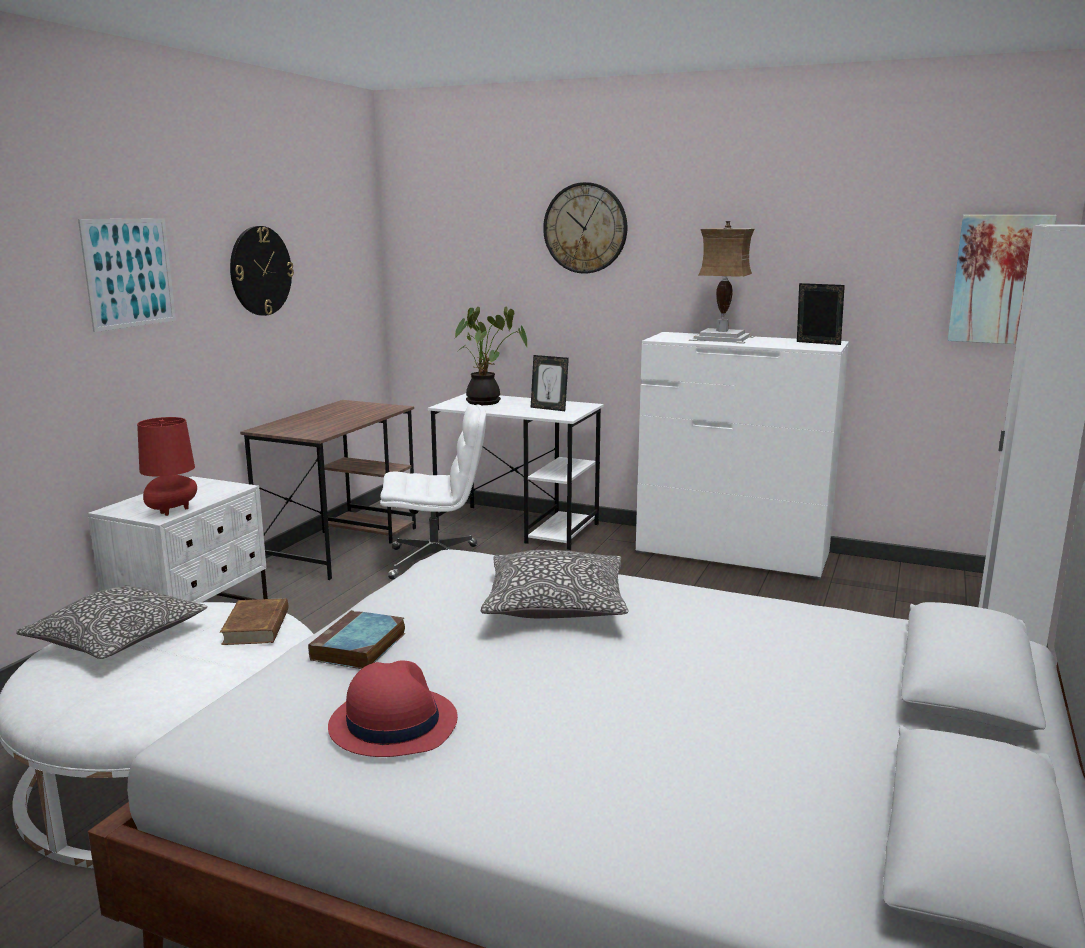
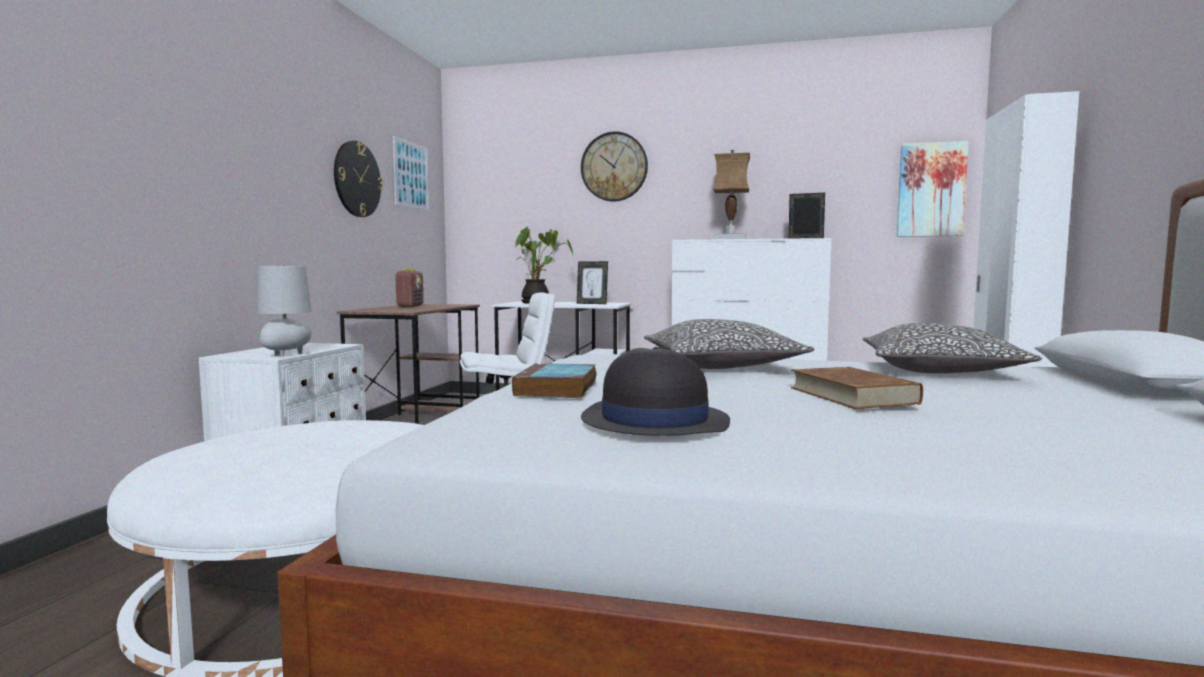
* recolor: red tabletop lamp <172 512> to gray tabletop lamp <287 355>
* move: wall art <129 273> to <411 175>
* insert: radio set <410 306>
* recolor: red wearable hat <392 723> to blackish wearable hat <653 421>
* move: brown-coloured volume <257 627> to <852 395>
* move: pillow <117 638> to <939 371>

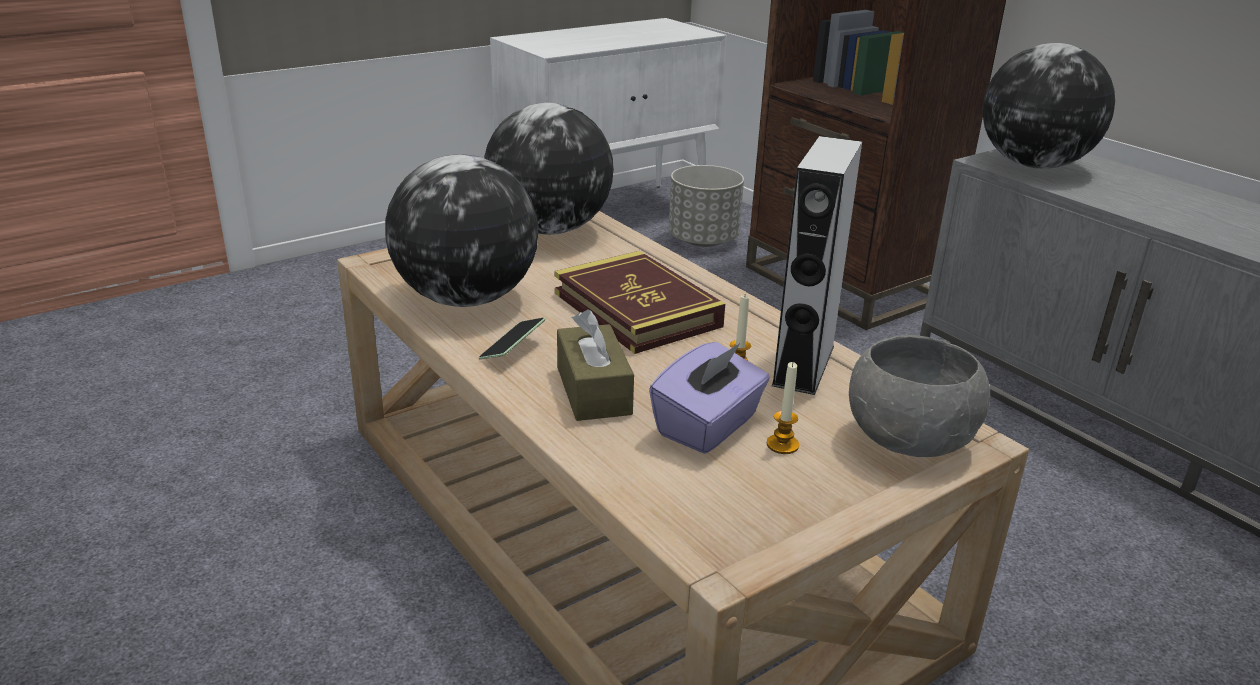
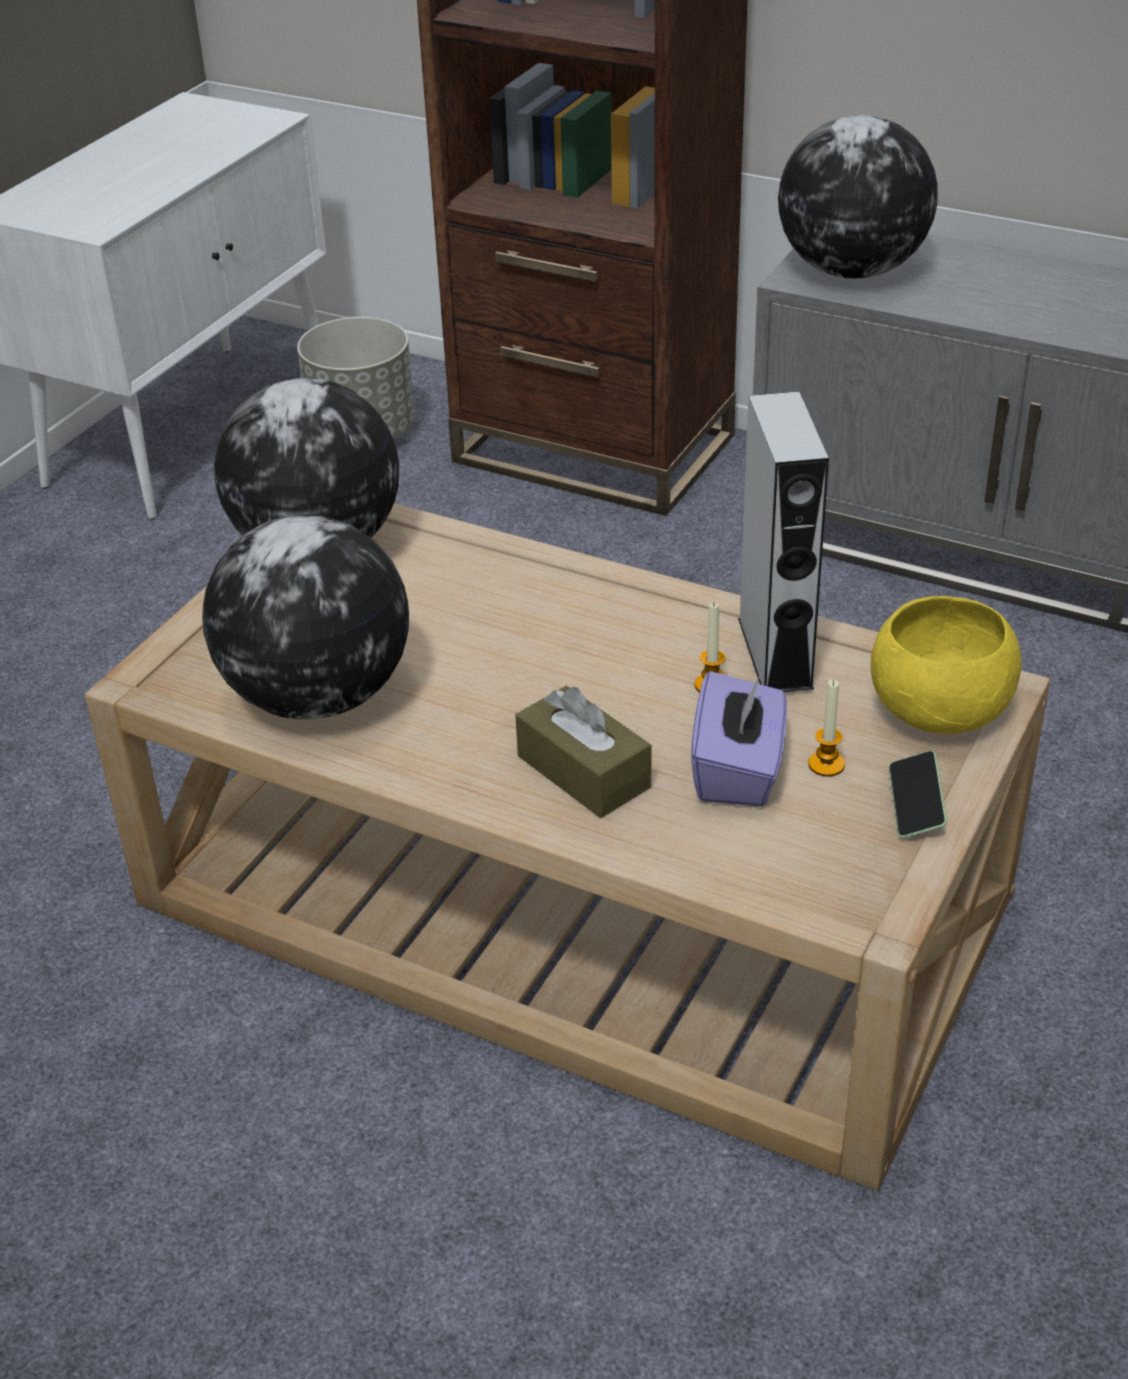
* recolor: gray bowl <910 439> to yellow-coloured bowl <941 709>
* move: telephone <512 348> to <915 805>
* delete: volume <636 310>

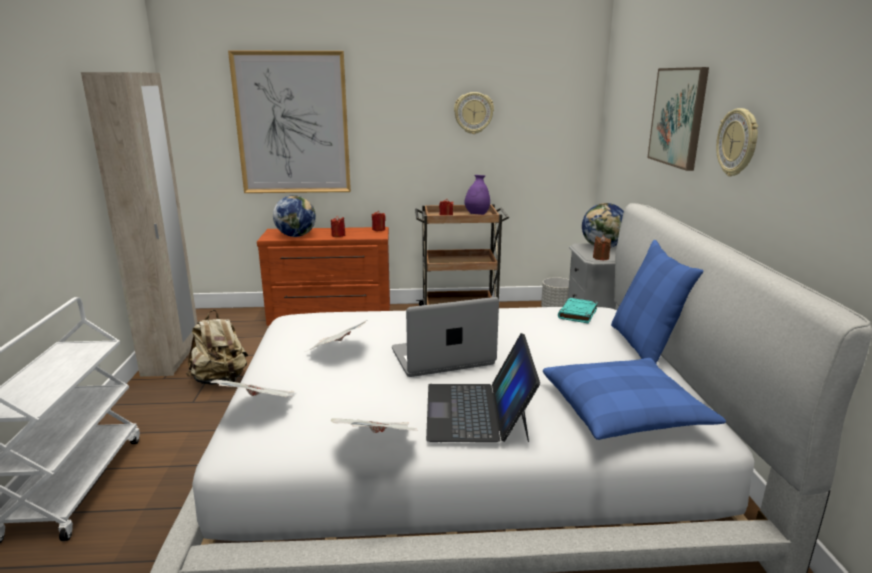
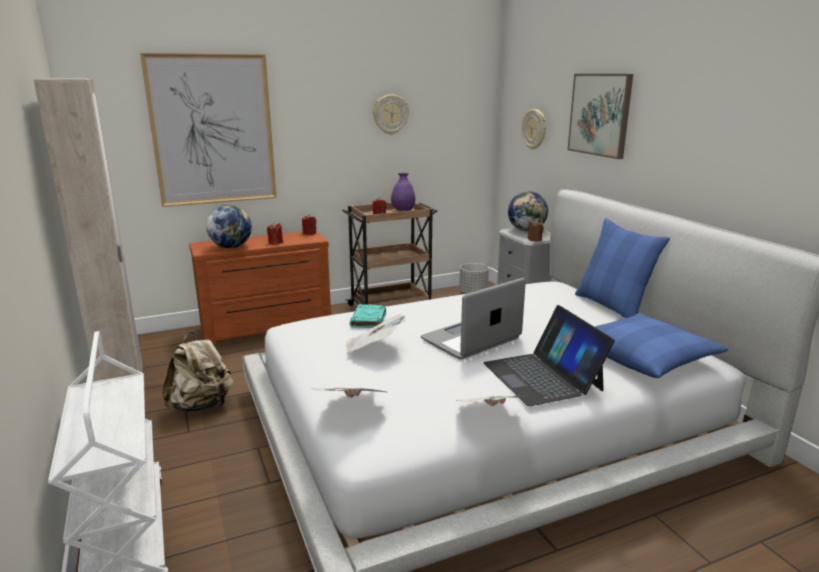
* move: blue-green volume <577 314> to <369 320>
* move: wall clock <738 142> to <534 129>

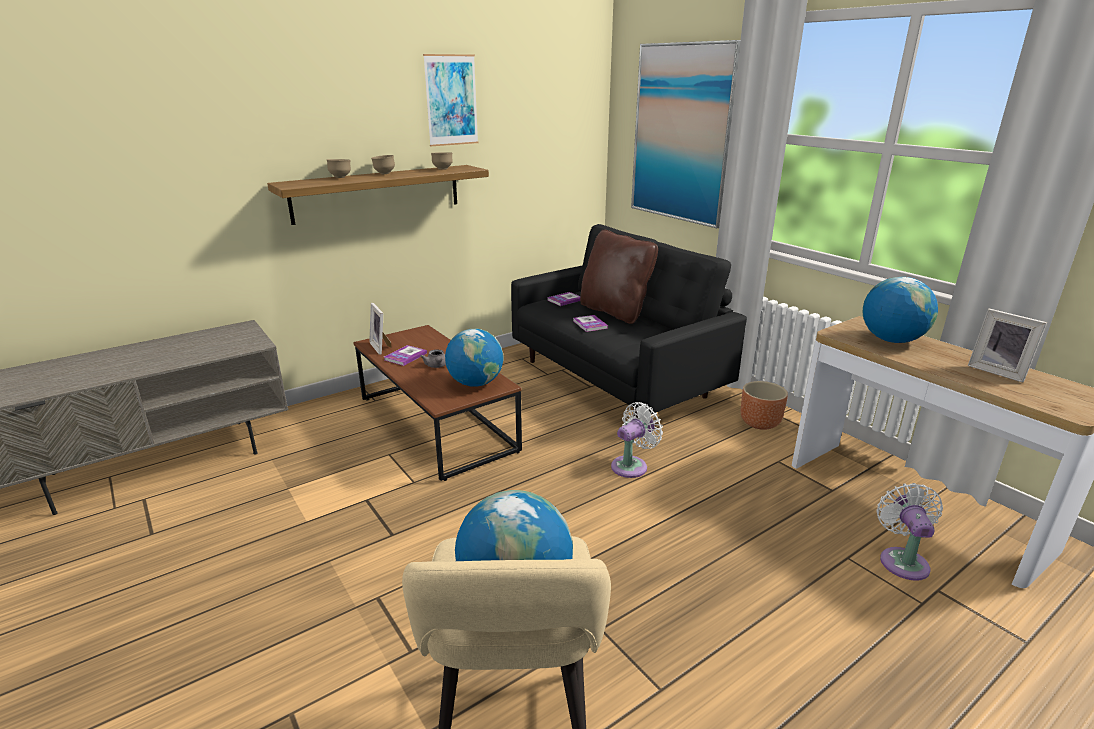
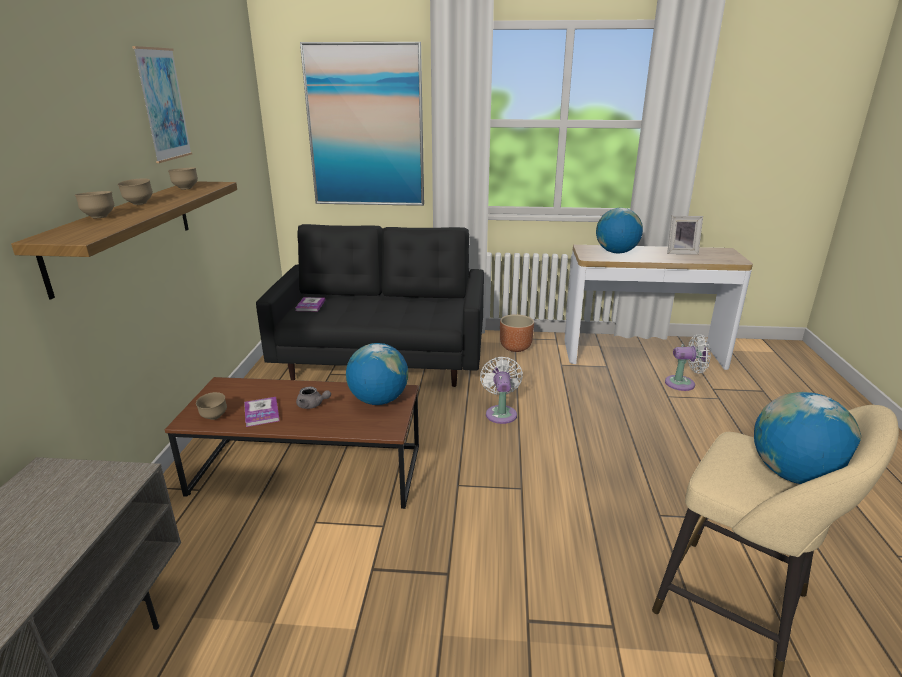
* replace: photo frame <382 347> to brown-coloured bowl <214 417>
* rotate: white-coloured fan <902 560> = <683 383> 135 degrees clockwise
* delete: volume <590 324>
* delete: brown-coloured pillow <615 311>

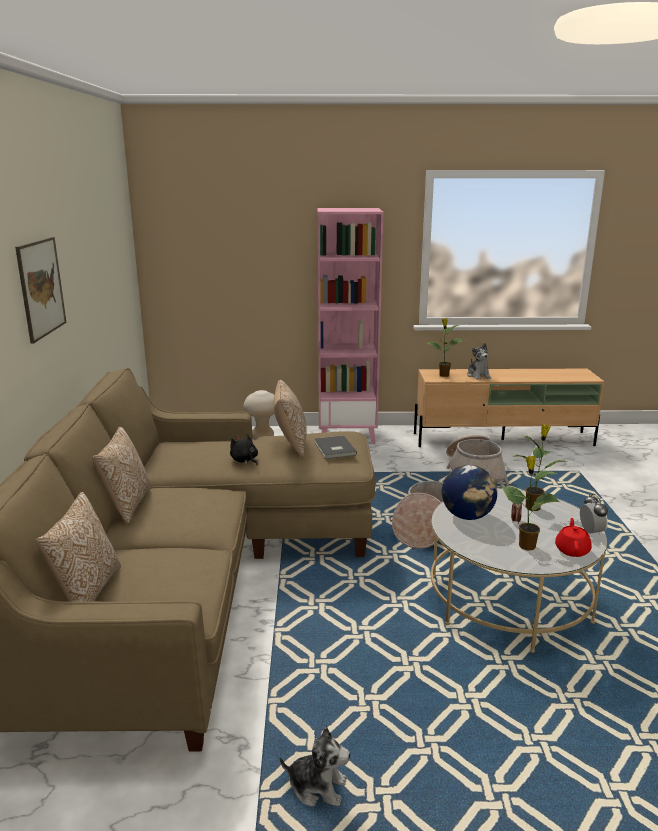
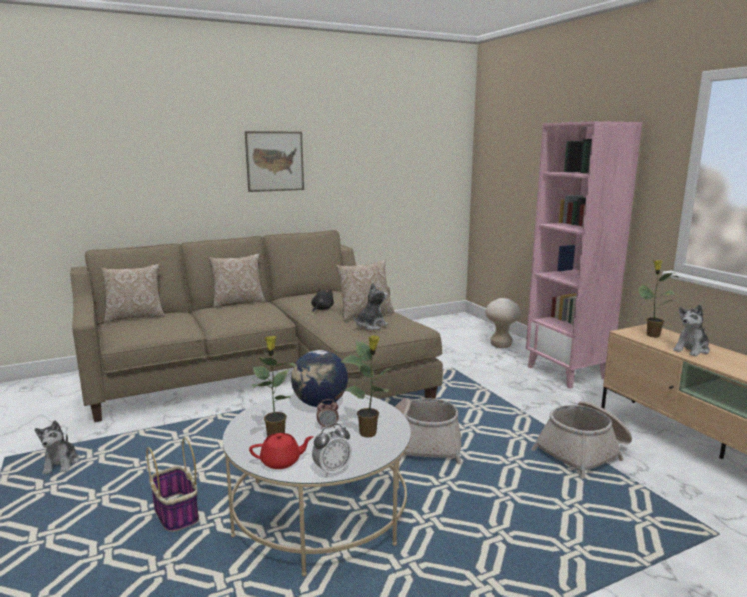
* insert: storage basket <175 513>
* replace: gray volume <334 449> to plush toy <370 326>

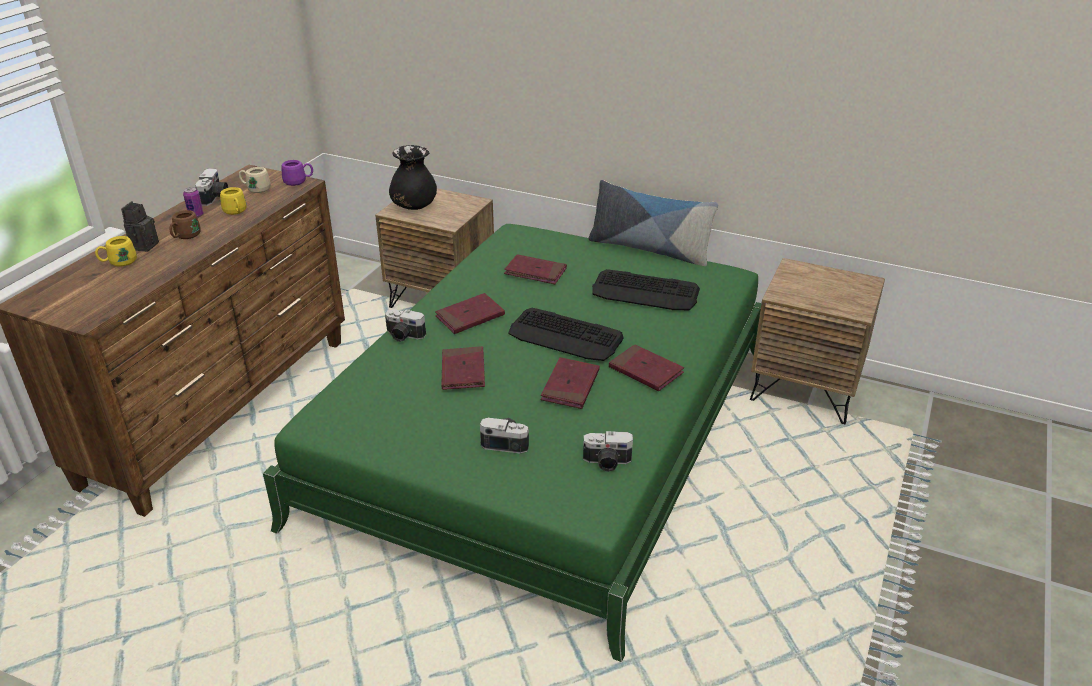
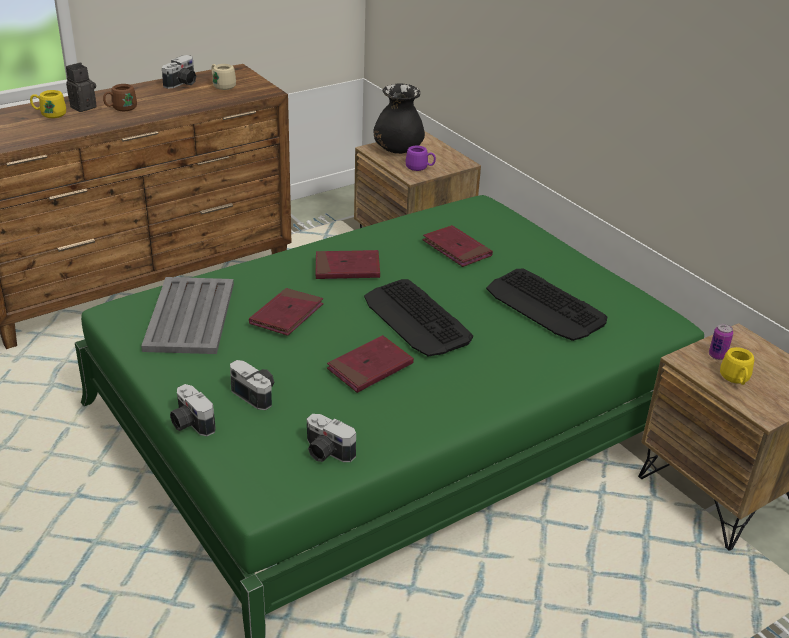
* insert: gray tray <189 317>
* move: photo camera <404 336> to <190 423>
* move: purple tea mug <299 182> to <420 168>
* move: metal can <196 215> to <717 355>
* move: yellow-coloured tea mug <236 212> to <735 379>
* delete: pillow <649 249>
* delete: red volume <645 371>

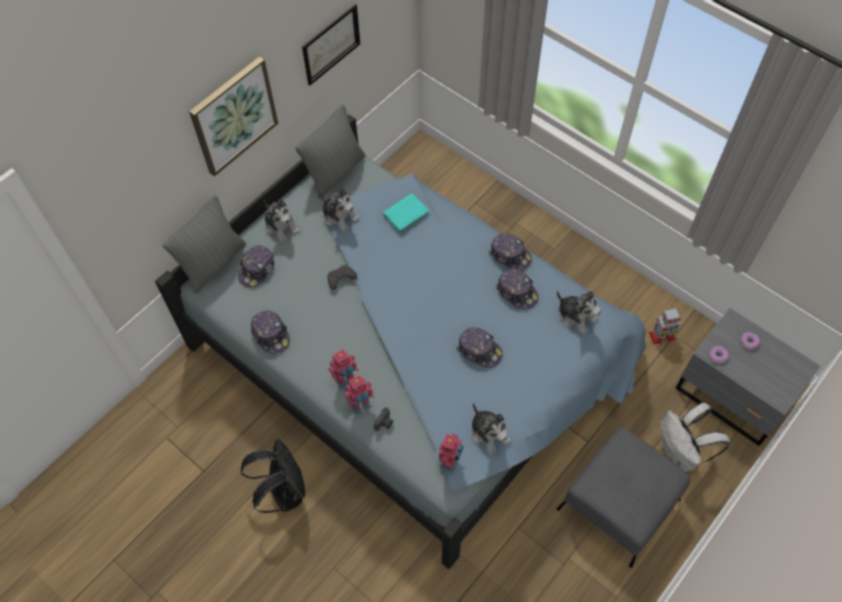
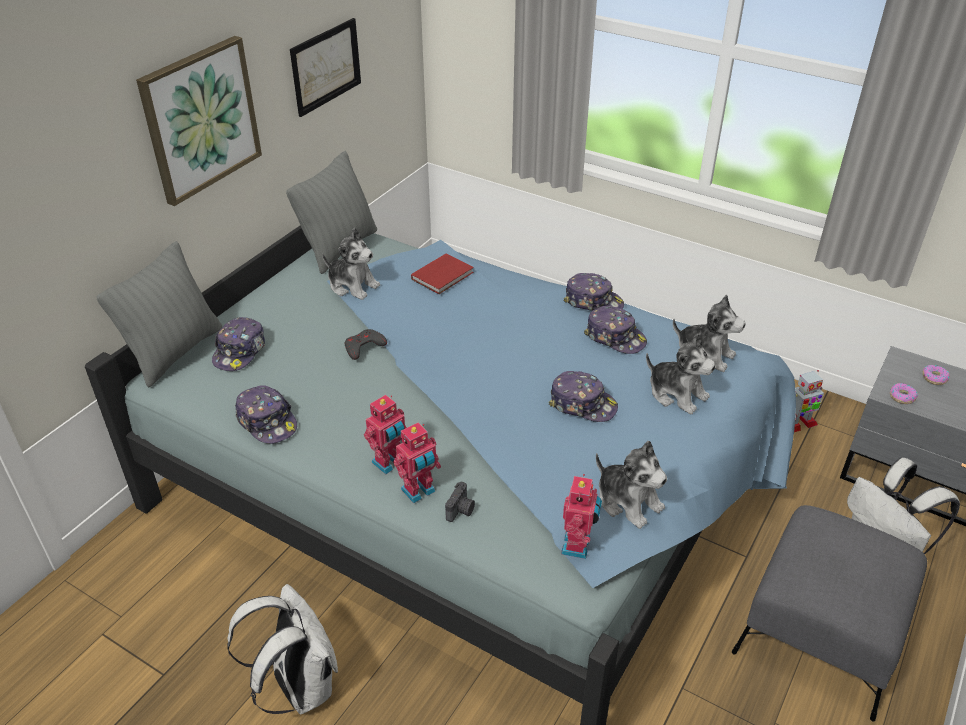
* recolor: blackish rucksack <283 491> to white-coloured rucksack <298 686>
* recolor: blue-green volume <407 214> to red volume <444 275>
* move: plush toy <281 226> to <677 394>

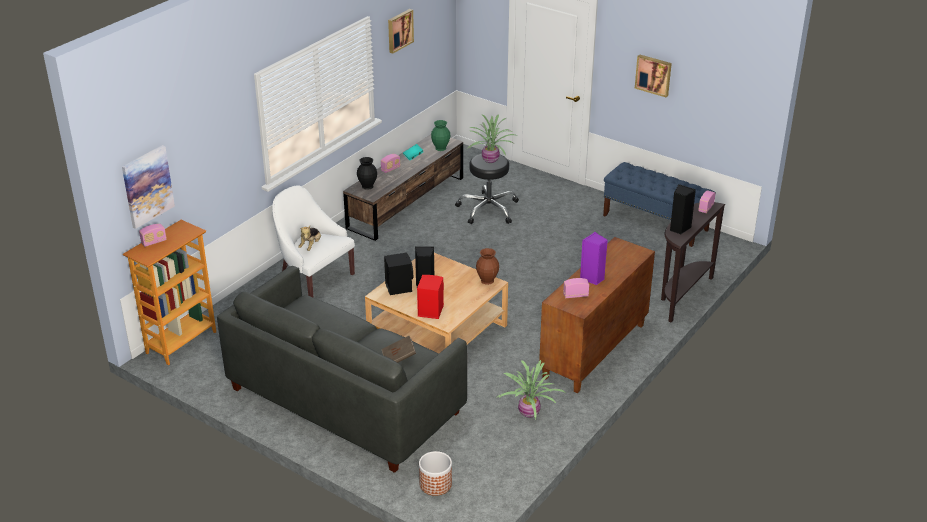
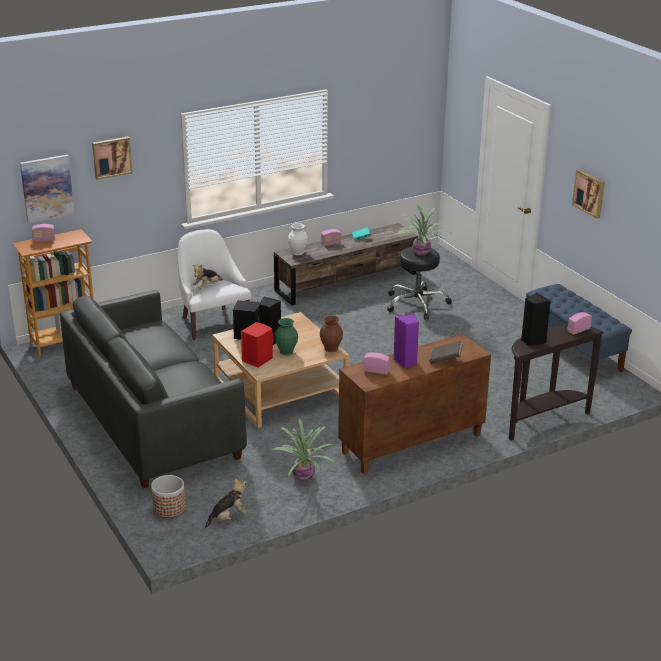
* move: wall art <399 30> to <111 157>
* insert: plush toy <228 517>
* move: green-coloured vase <441 148> to <287 351>
* recolor: blackish vase <368 186> to white-coloured vase <298 252>
* move: brown-coloured volume <399 358> to <445 359>

